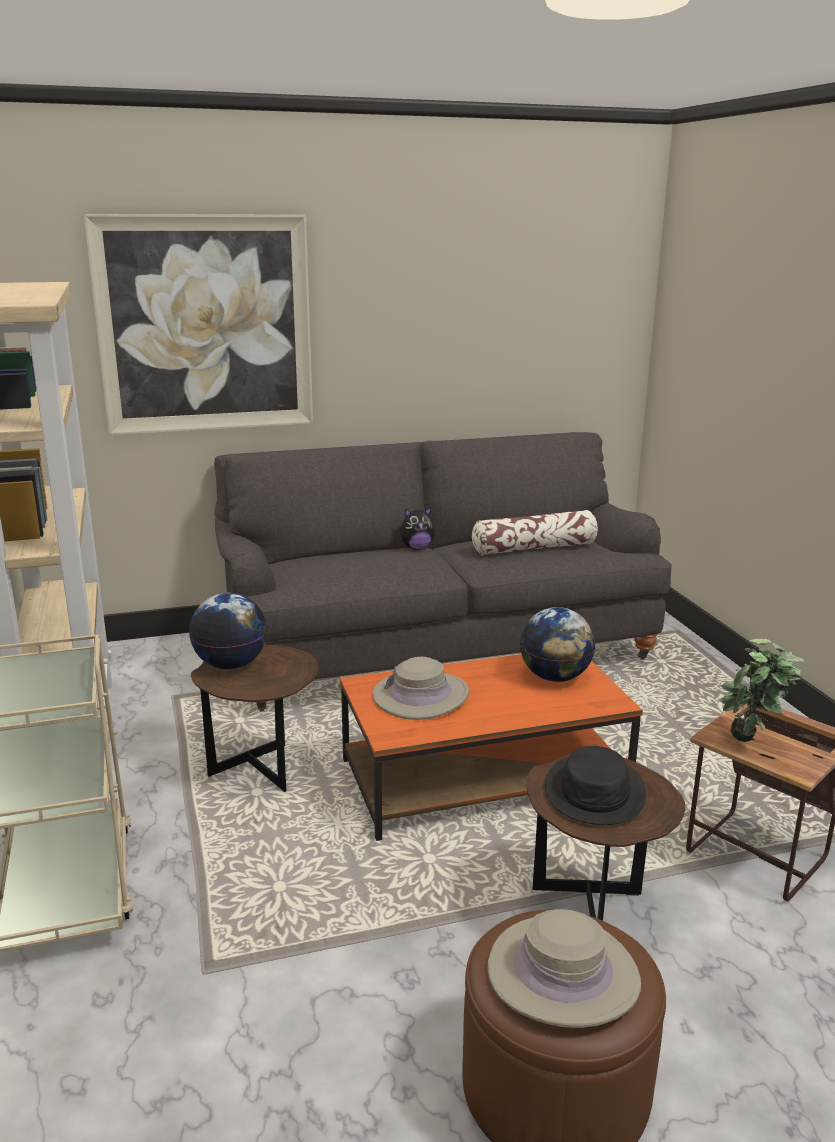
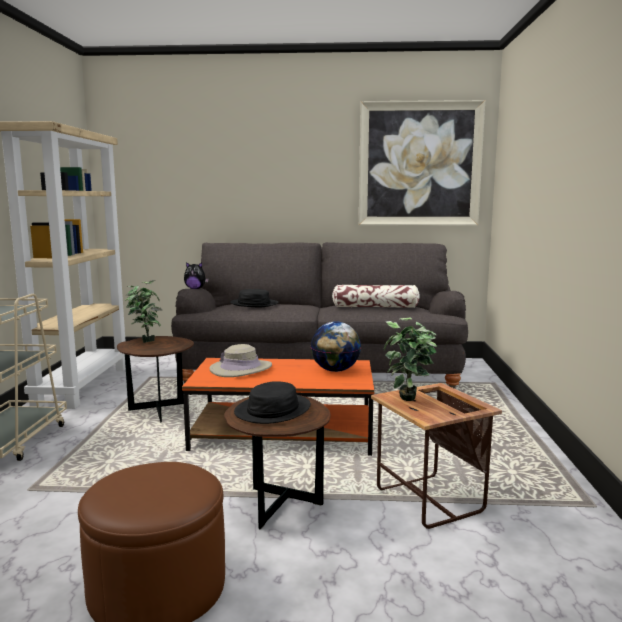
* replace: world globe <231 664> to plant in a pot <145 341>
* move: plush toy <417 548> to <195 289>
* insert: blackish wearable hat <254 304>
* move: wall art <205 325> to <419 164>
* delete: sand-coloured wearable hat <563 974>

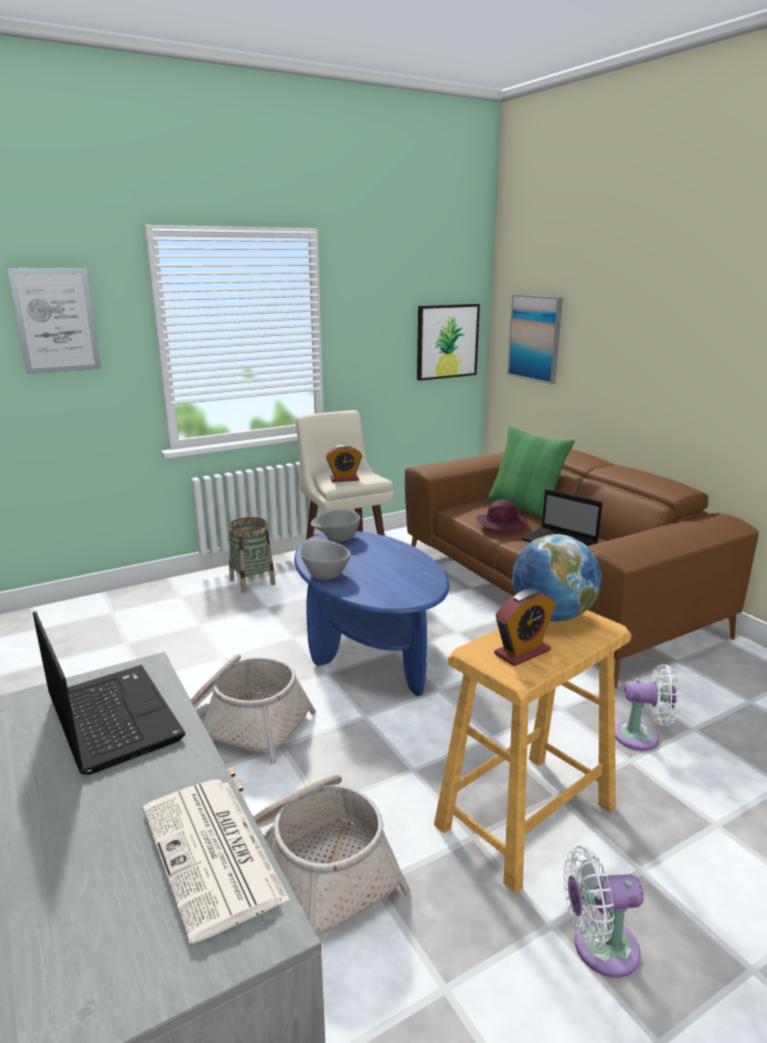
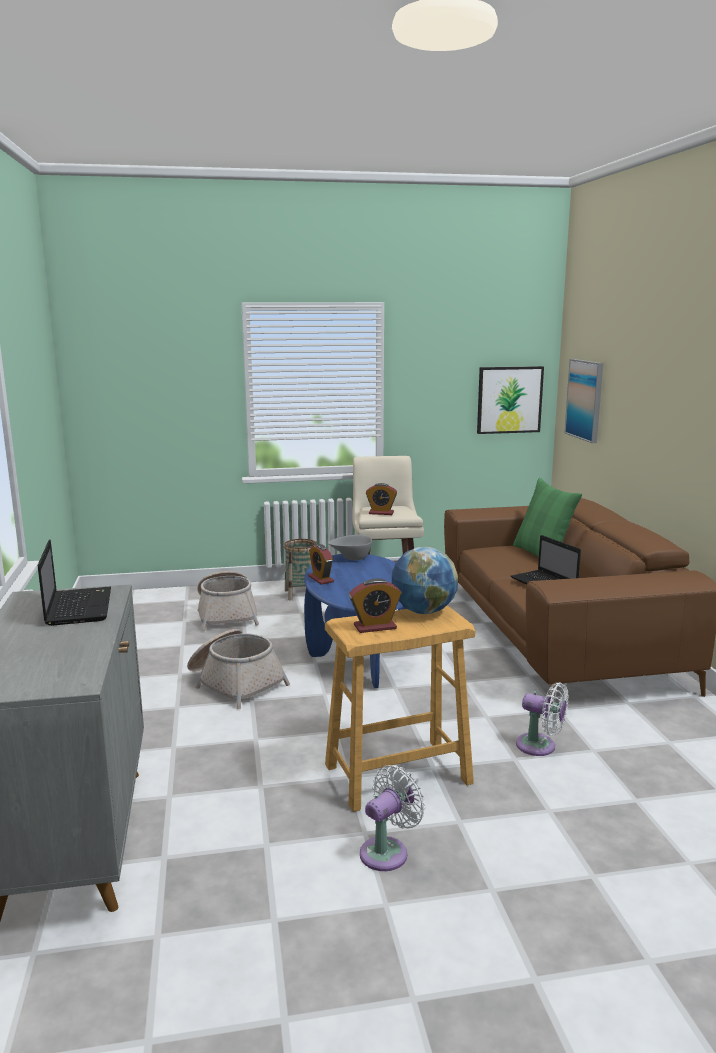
* move: storage basket <320 867> to <227 614>
* replace: gray bowl <324 573> to bedside clock <321 579>
* rotate: white-coloured fan <598 947> = <387 851> 120 degrees clockwise
* delete: wall art <56 320>
* delete: printed paper <214 855>
* delete: purple wearable hat <502 524>

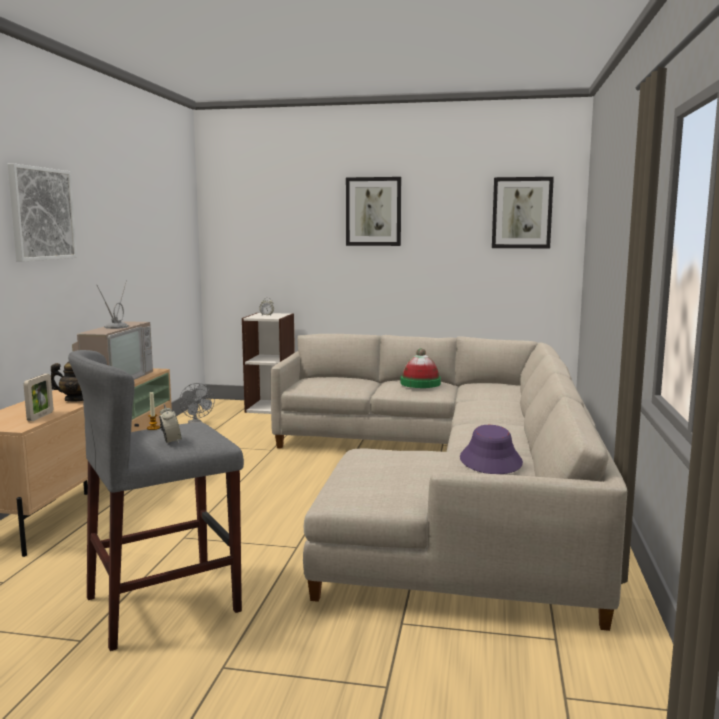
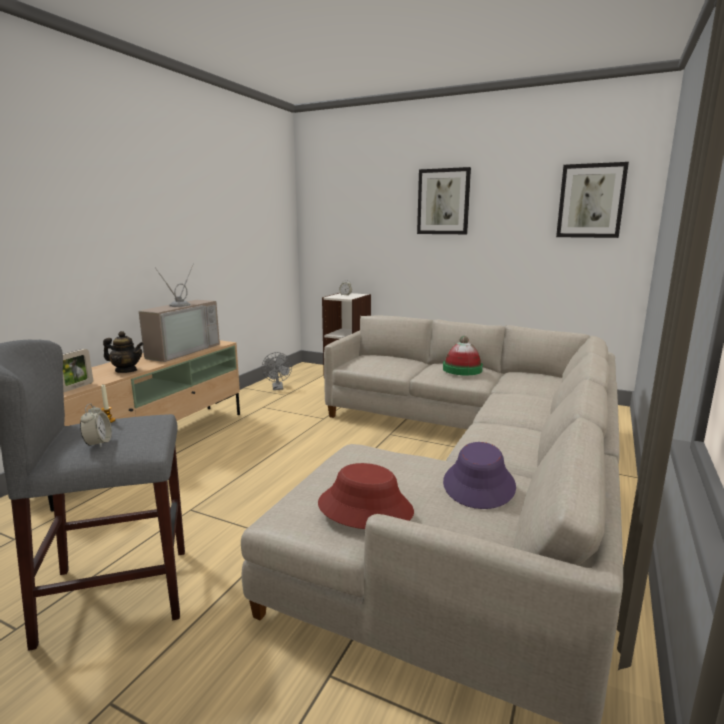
* insert: red wearable hat <365 508>
* delete: wall art <41 214>

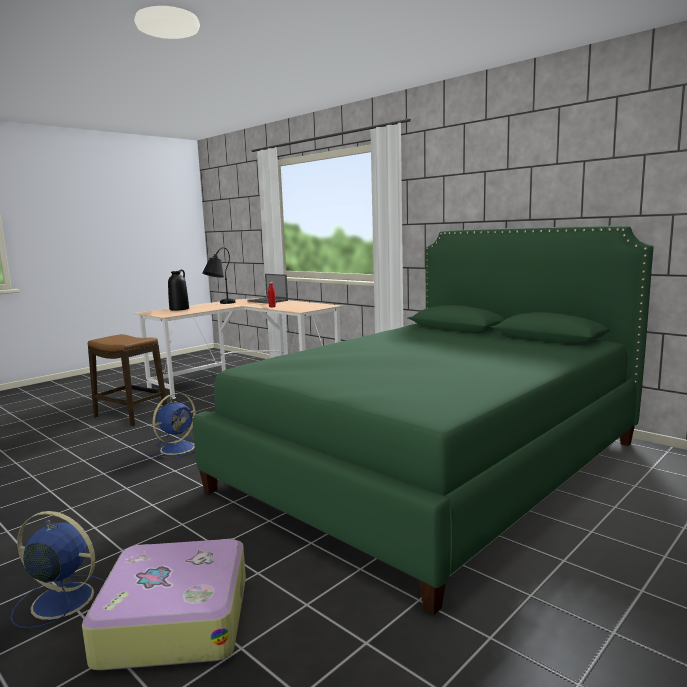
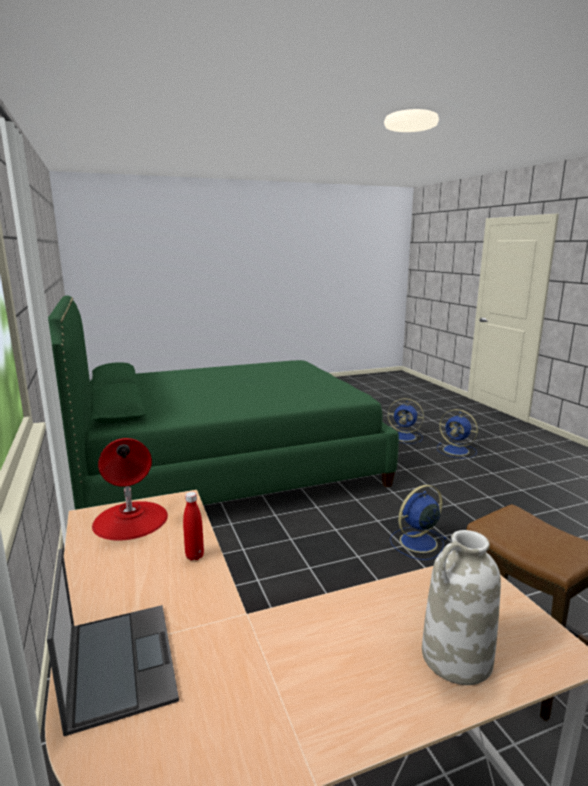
* insert: red tabletop lamp <131 520>
* replace: piece of luggage <174 619> to bluish fan <405 437>
* recolor: blackish vase <179 309> to white-coloured vase <456 658>
* delete: blackish tabletop lamp <220 304>

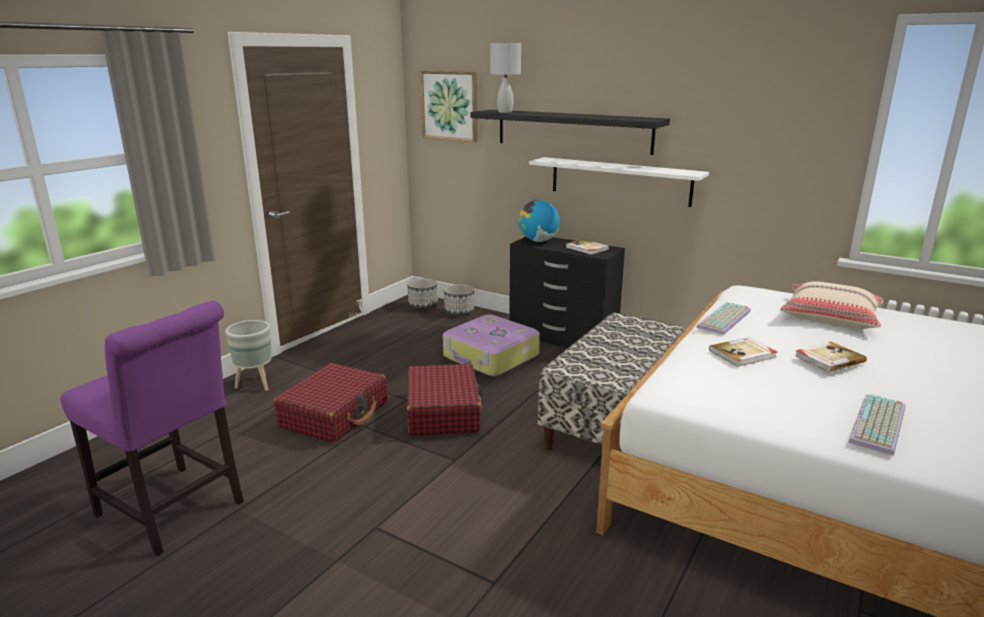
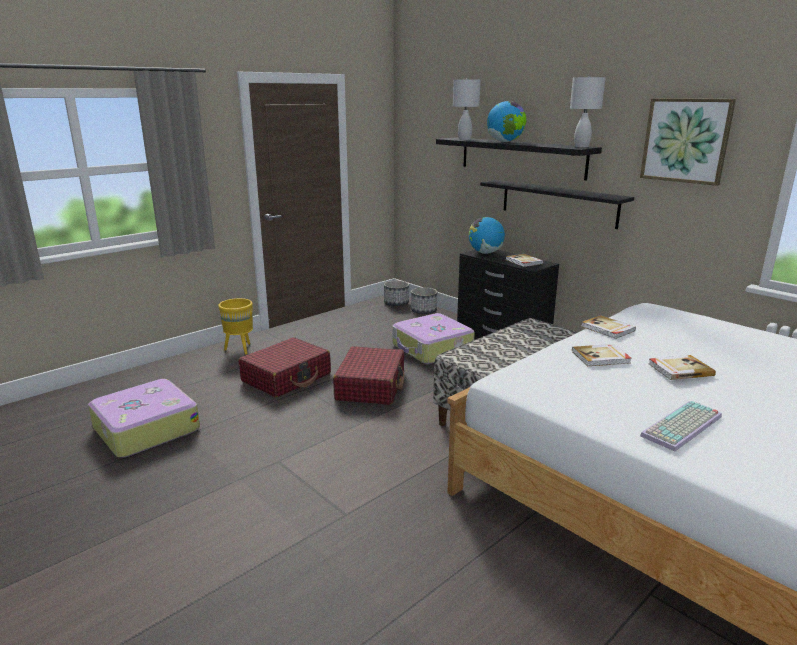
* replace: purple upright chair <175 512> to piece of luggage <145 429>
* recolor: gray plant pot <255 384> to yellow-coloured plant pot <240 349>
* recolor: white-coloured bracket shelf <619 181> to blackish bracket shelf <558 203>
* insert: world globe <505 142>
* insert: white-coloured tabletop lamp <582 146>
* replace: computer keyboard <725 320> to volume <607 329>
* move: wall art <450 106> to <686 140>
* delete: sand-coloured pillow <830 316>

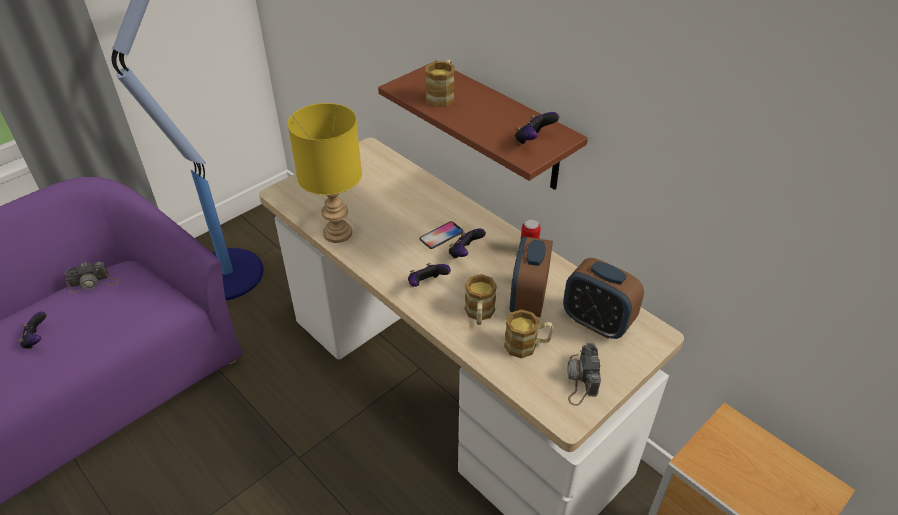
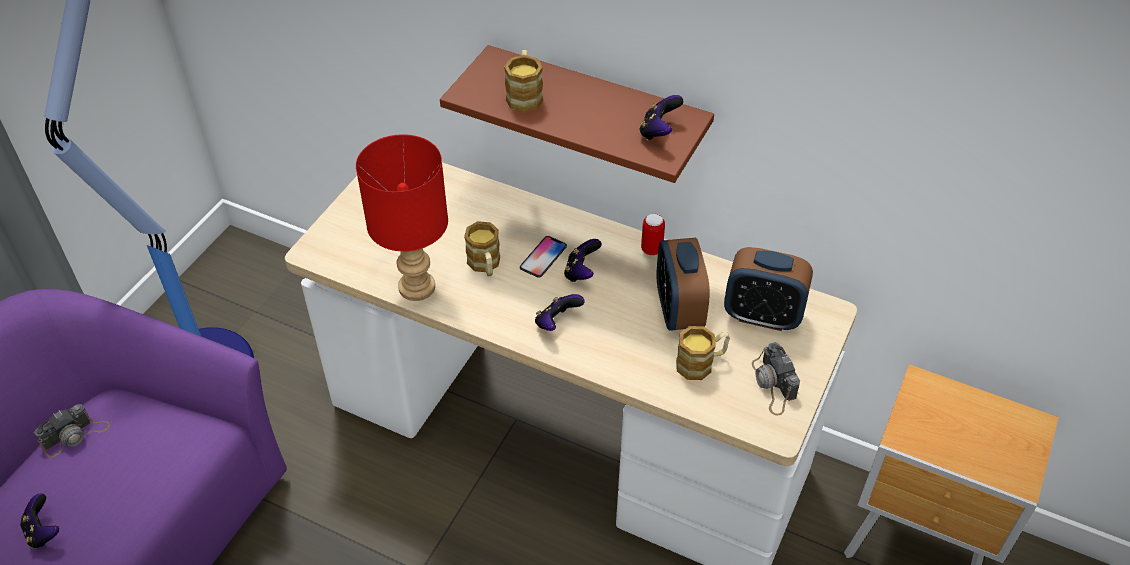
* recolor: yellow-coloured tabletop lamp <337 232> to red tabletop lamp <415 286>
* move: tea mug <479 314> to <485 265>

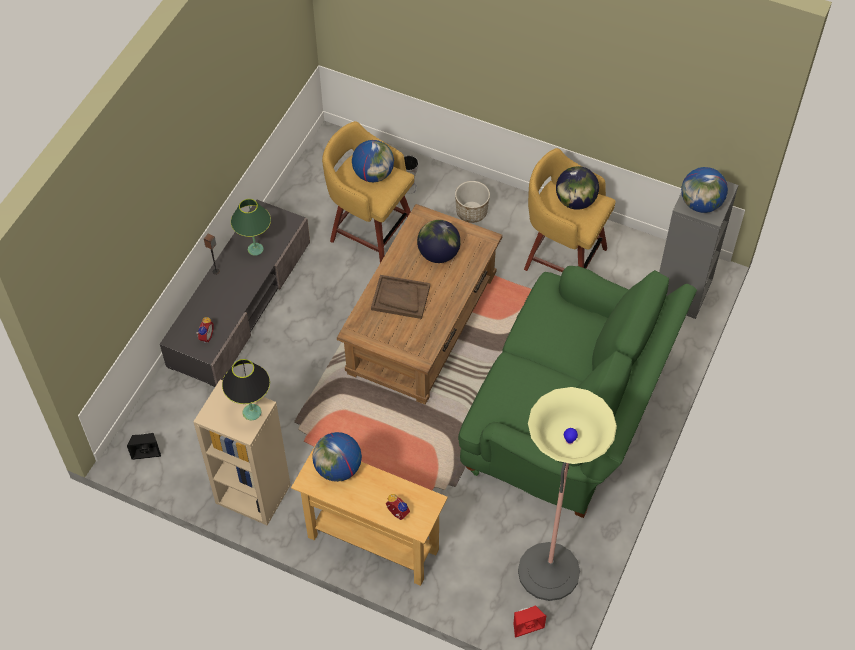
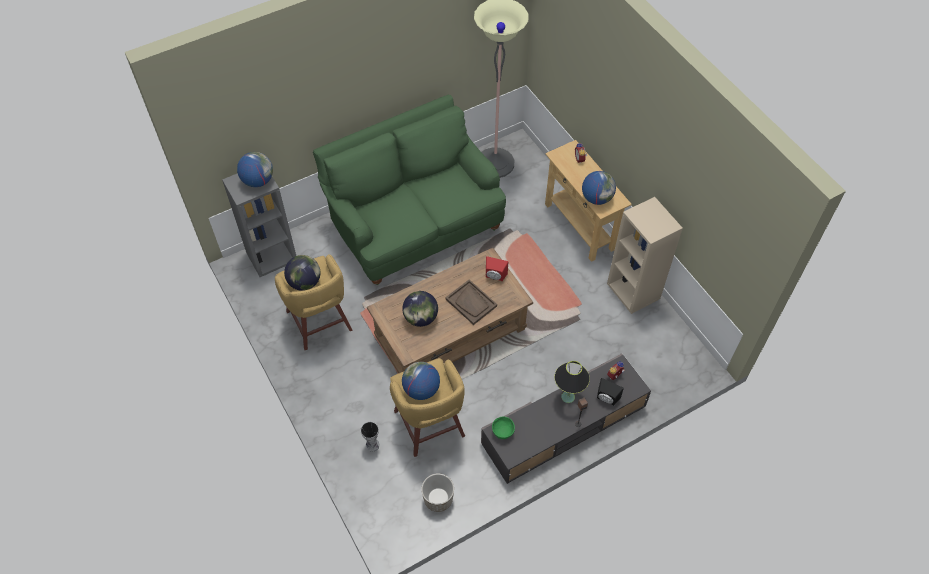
* move: plant pot <471 212> to <438 499>
* move: red loudspeaker <526 624> to <495 276>
* insert: green-coloured bowl <503 431>
* move: blackish tabletop lamp <252 412> to <568 396>
* move: blackish loudspeaker <146 451> to <606 399>
* delete: green-coloured tabletop lamp <255 249>

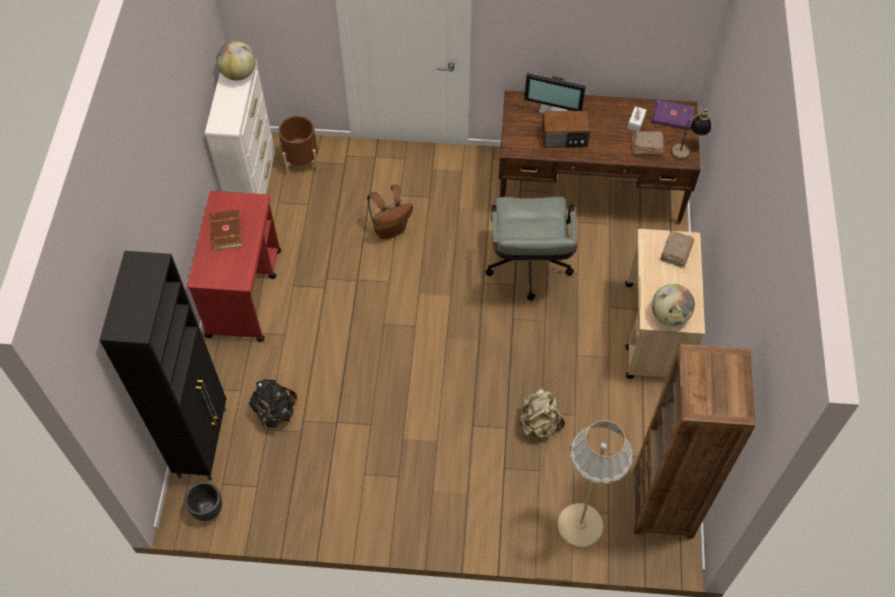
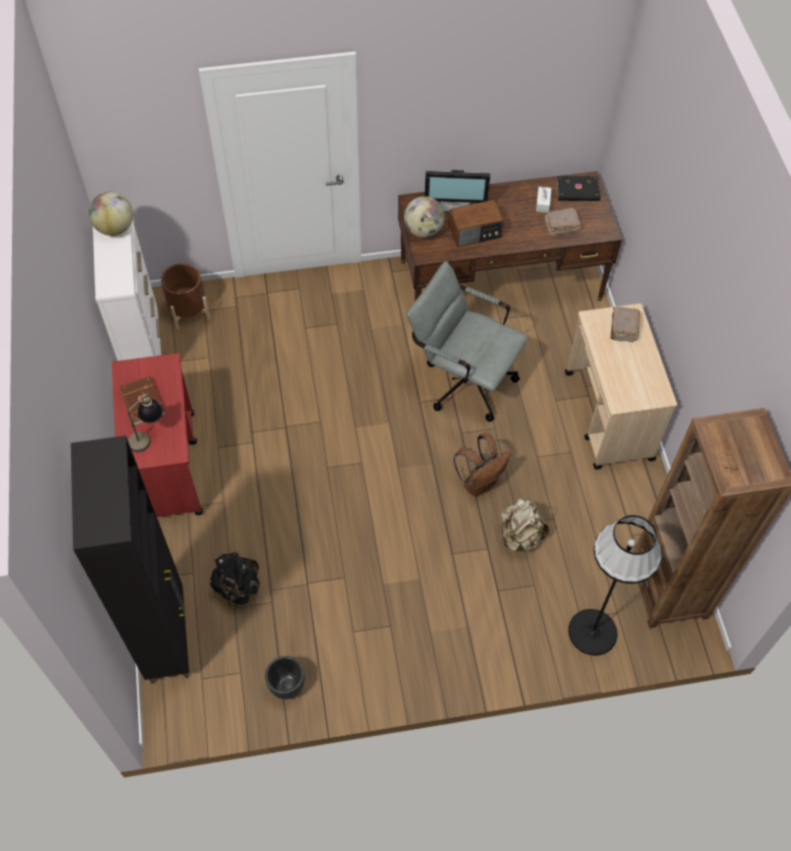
* move: tabletop lamp <687 149> to <148 437>
* move: blackish plant pot <207 509> to <286 686>
* move: world globe <669 315> to <423 230>
* rotate: gray computer chair <528 270> = <462 379> 135 degrees clockwise
* move: brown-coloured rucksack <390 229> to <480 482>
* recolor: purple volume <672 117> to blackish volume <578 191>
* recolor: sand-coloured standard lamp <580 525> to blackish standard lamp <593 632>

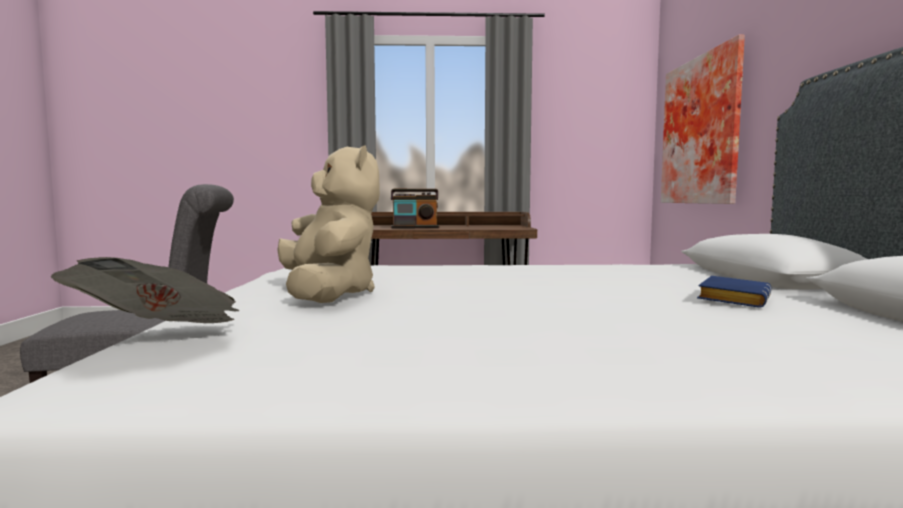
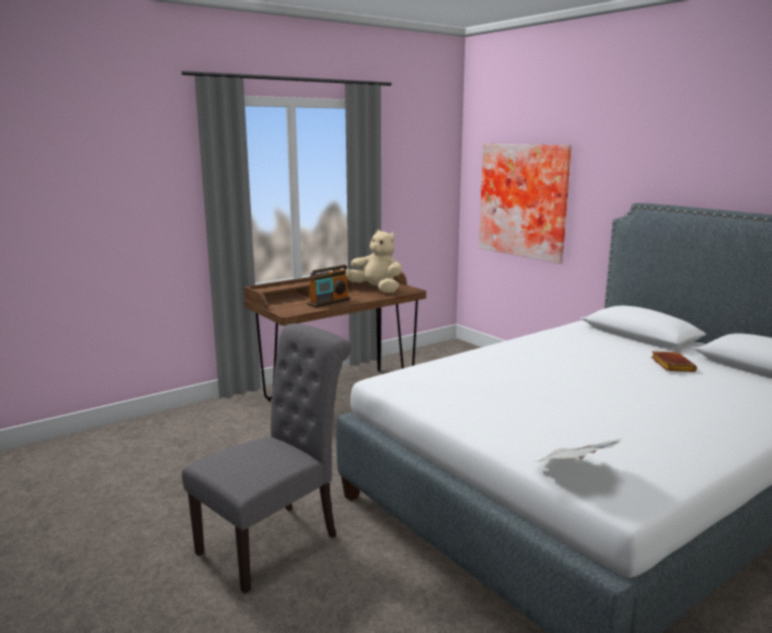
* move: sand-coloured plush toy <328 294> to <376 290>
* recolor: bluish volume <731 299> to brown-coloured volume <670 365>

